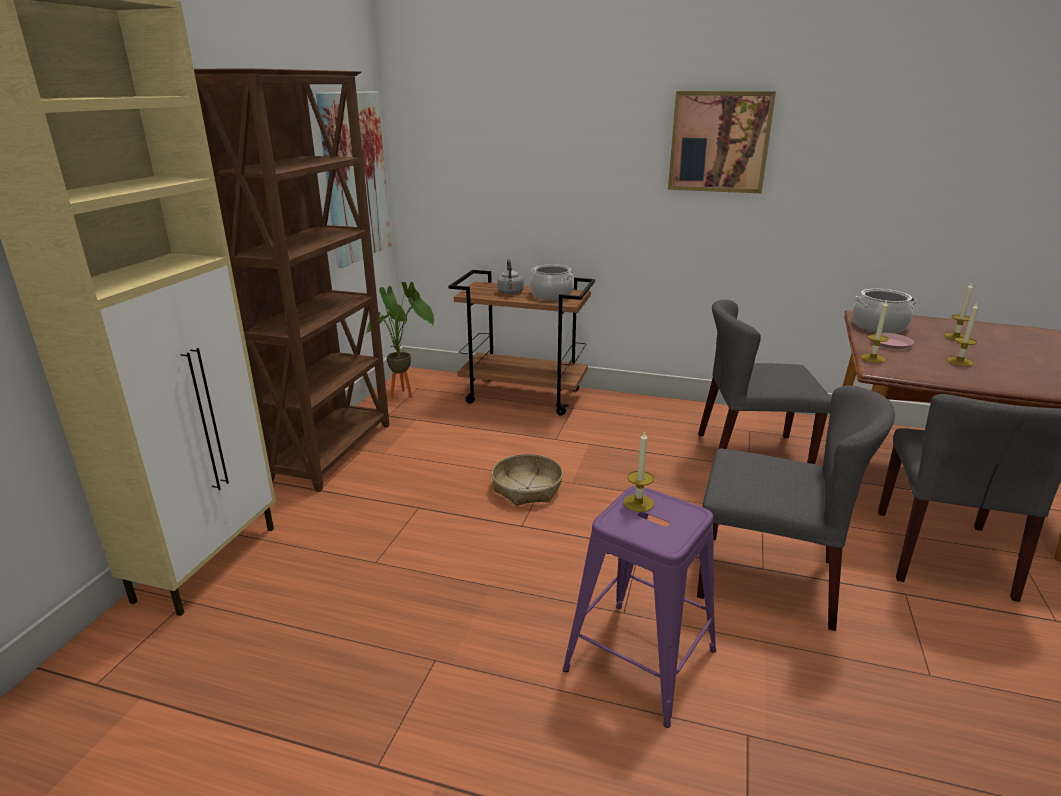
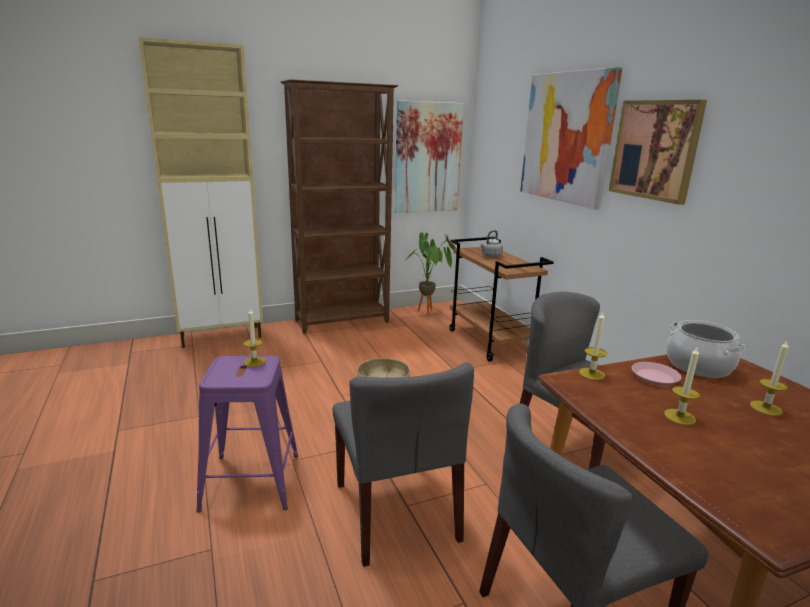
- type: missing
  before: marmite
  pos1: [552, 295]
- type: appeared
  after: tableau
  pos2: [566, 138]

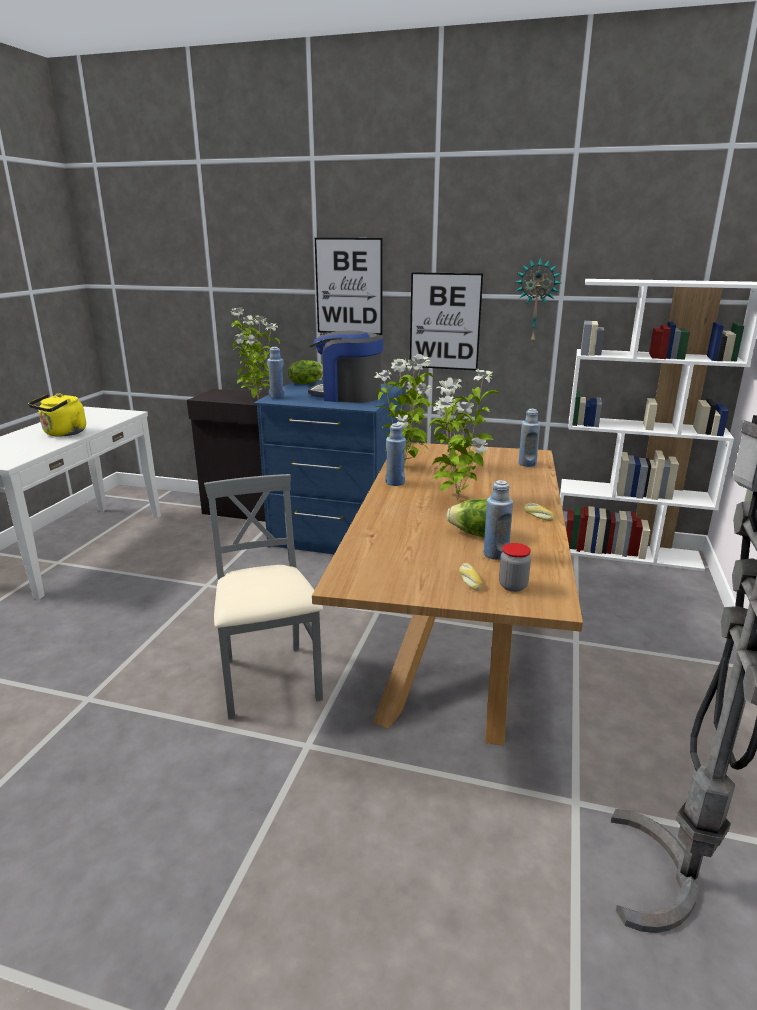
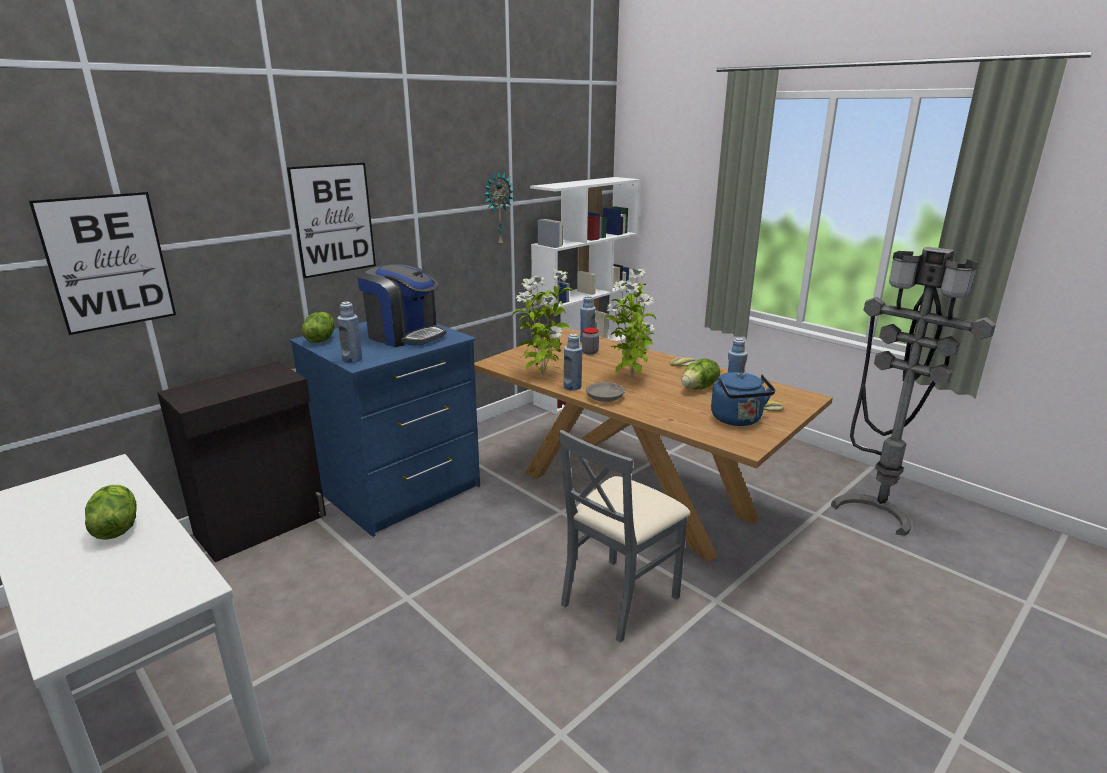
- type: relocated
  before: tableau
  pos1: [445, 321]
  pos2: [108, 262]
- type: missing
  before: plante en pot
  pos1: [257, 399]
- type: spun
  before: machine à café
  pos1: [347, 395]
  pos2: [405, 335]
  turn: -105
- type: exchanged
  before: bouilloire [jaune]
  after: laitue
  pos1: [63, 433]
  pos2: [116, 528]
- type: spun
  before: chaise [gris]
  pos1: [270, 681]
  pos2: [619, 598]
  turn: -60
- type: relocated
  before: bocal
  pos1: [513, 586]
  pos2: [590, 352]
- type: appeared
  after: bouilloire [bleu]
  pos2: [738, 420]
- type: appeared
  after: bol [gris]
  pos2: [605, 397]

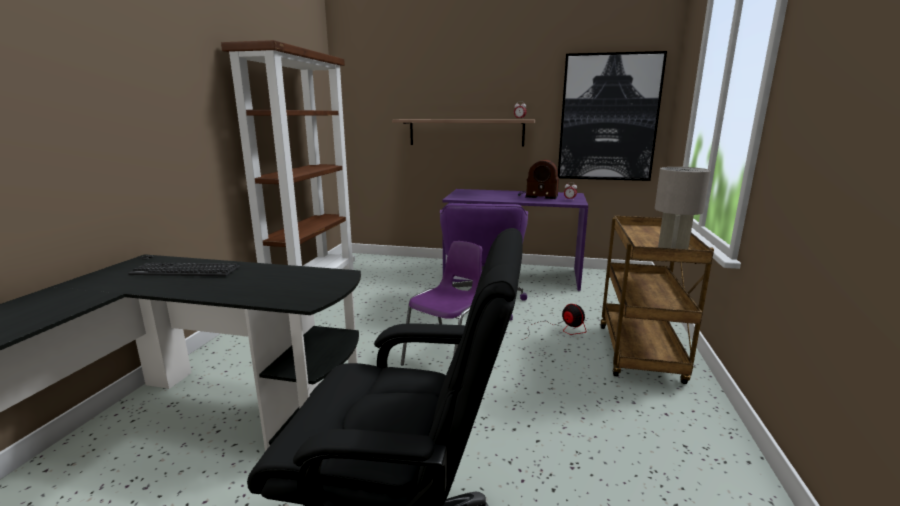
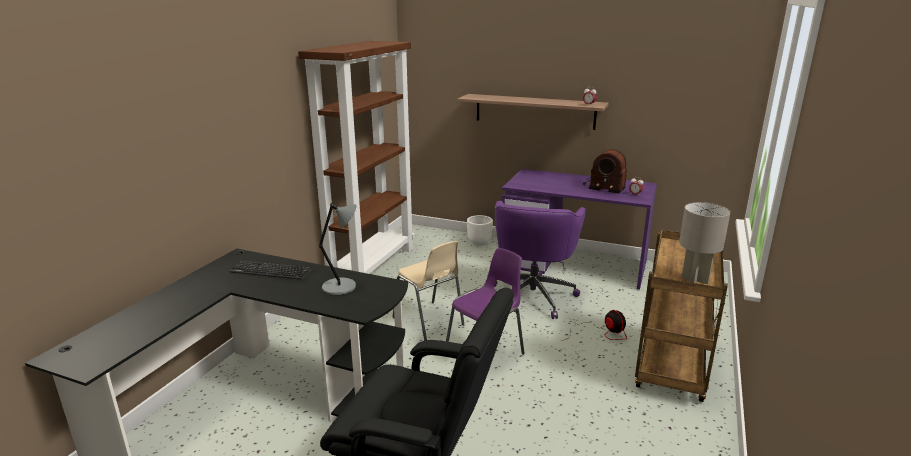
- type: missing
  before: tableau
  pos1: [608, 118]
- type: appeared
  after: lampe de table [gris]
  pos2: [341, 287]
- type: appeared
  after: cache-pot [blanc]
  pos2: [480, 242]
- type: appeared
  after: chaise [beige]
  pos2: [429, 322]

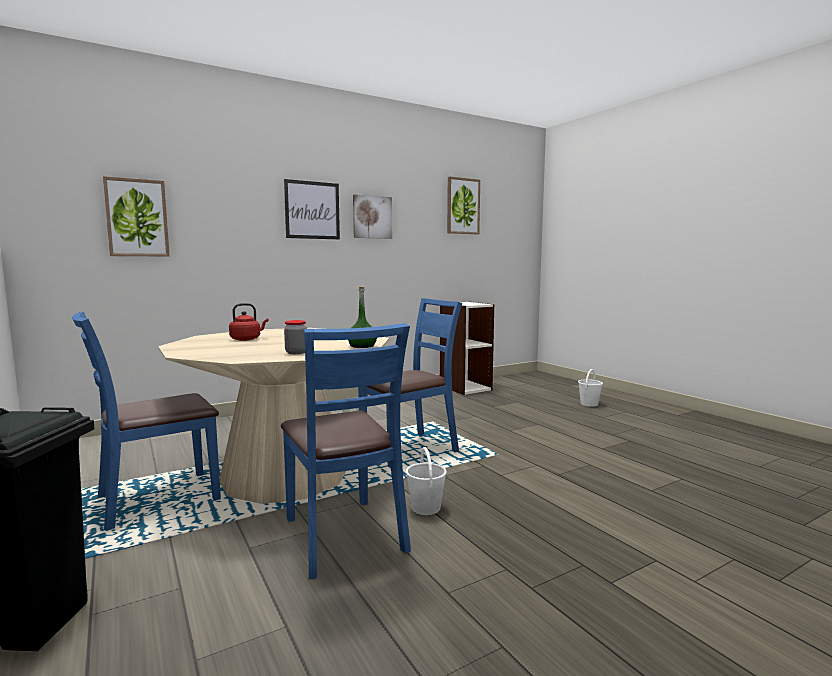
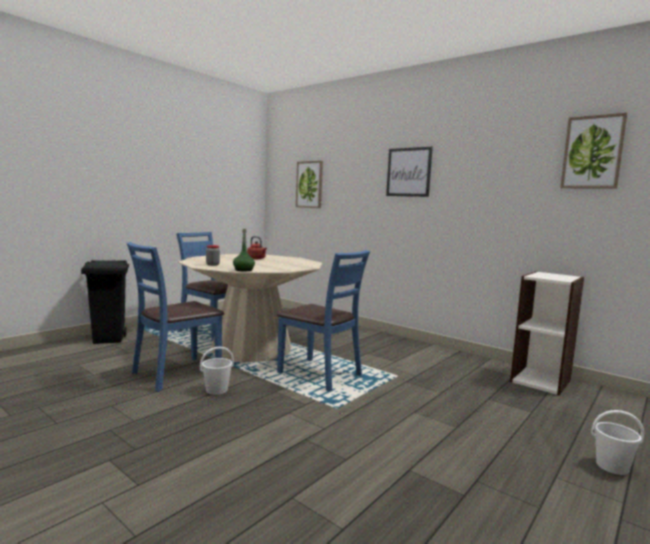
- type: missing
  before: tableau
  pos1: [372, 217]

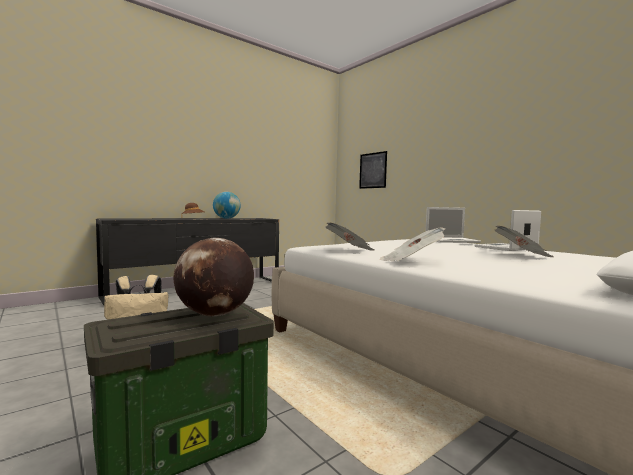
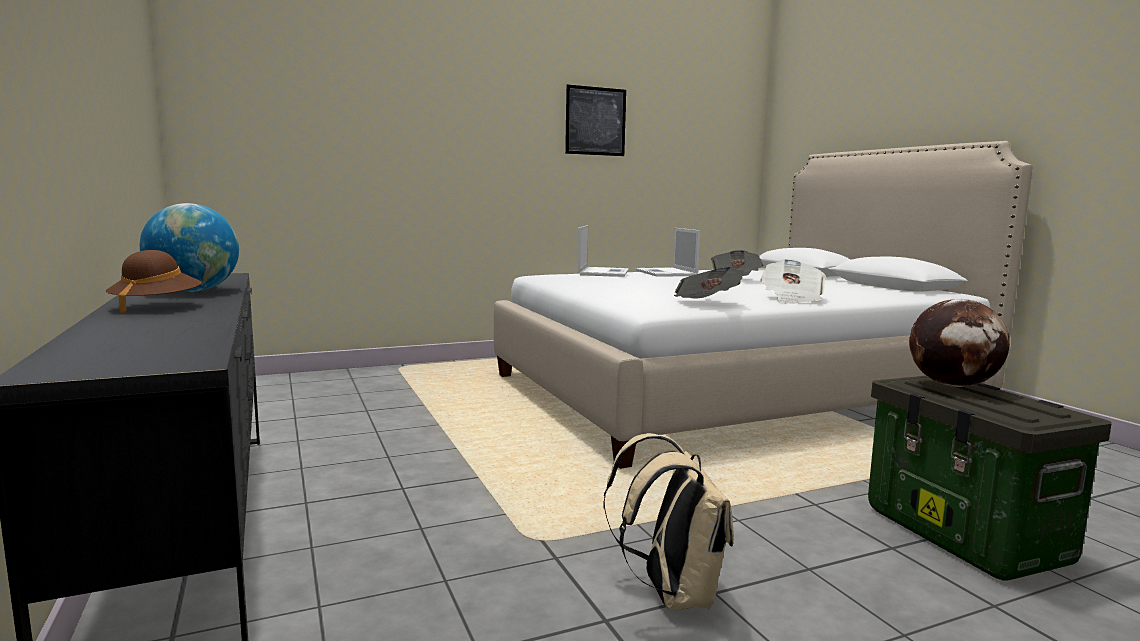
- type: relocated
  before: tableau
  pos1: [373, 170]
  pos2: [595, 121]

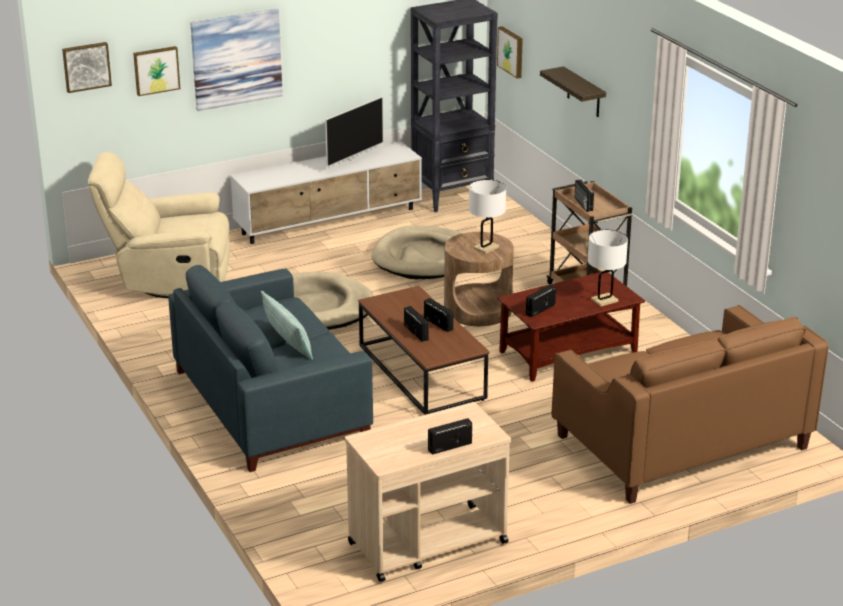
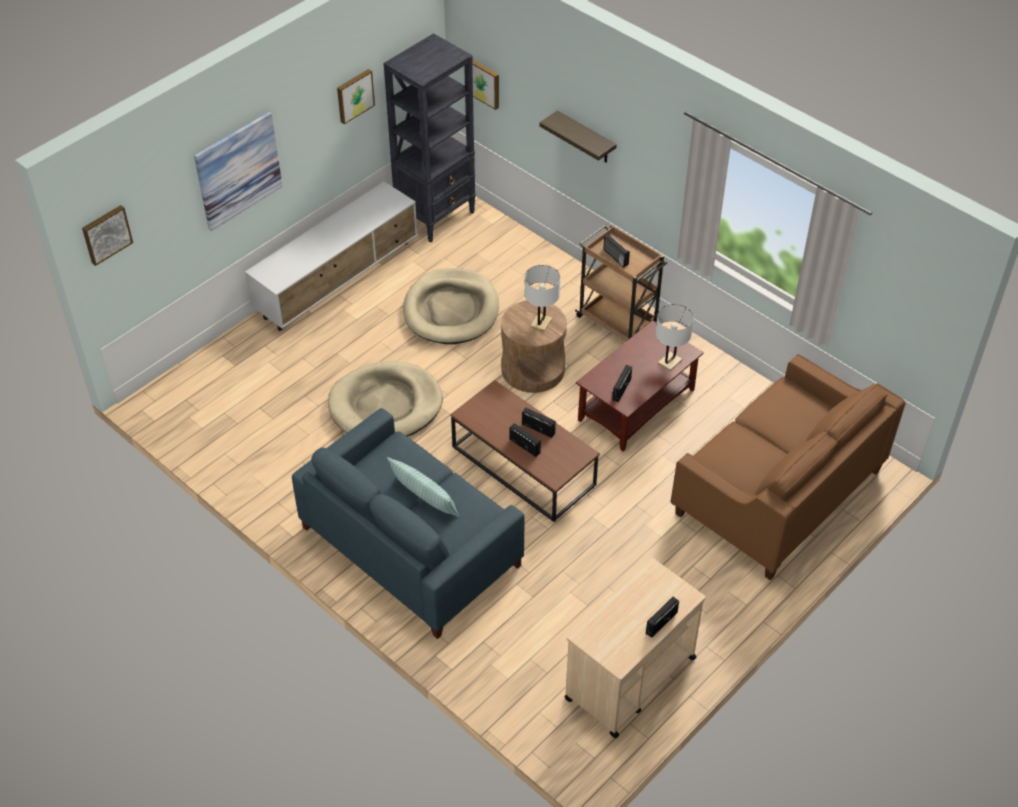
- type: relocated
  before: tableau
  pos1: [156, 70]
  pos2: [354, 95]
- type: missing
  before: téléviseur
  pos1: [352, 160]
- type: missing
  before: fauteuil [beige]
  pos1: [168, 279]

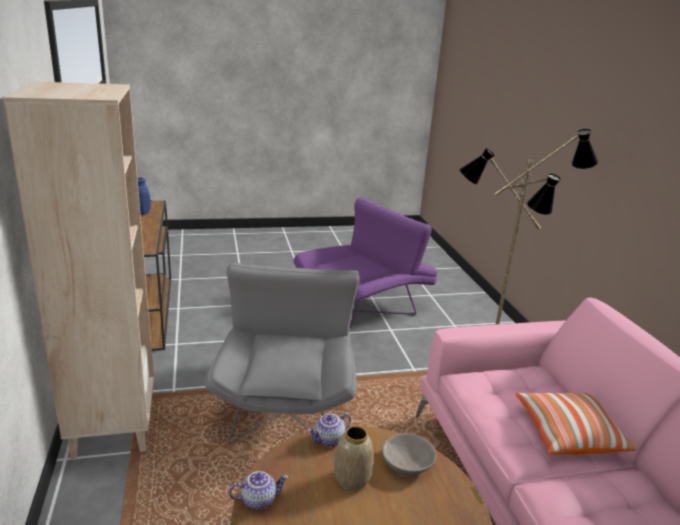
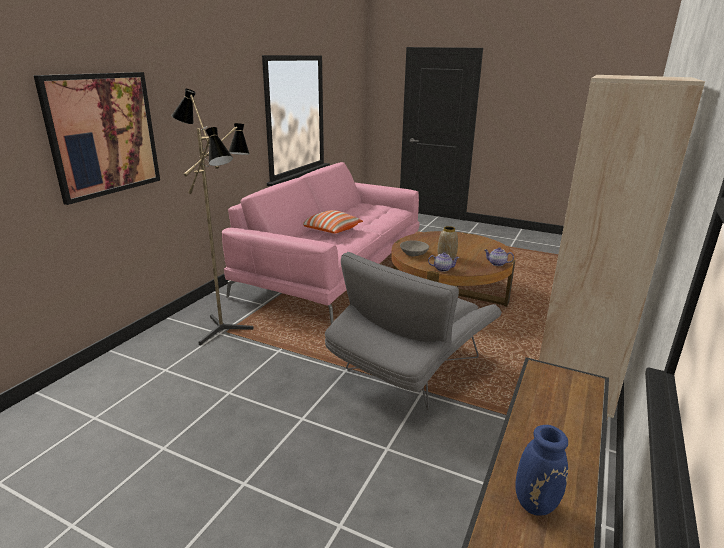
- type: missing
  before: fauteuil [violet]
  pos1: [364, 308]
- type: appeared
  after: tableau
  pos2: [103, 134]

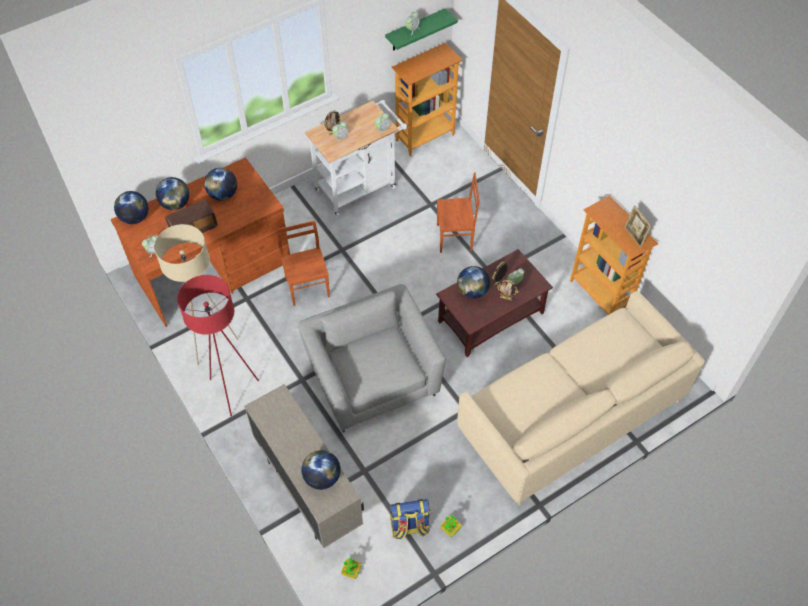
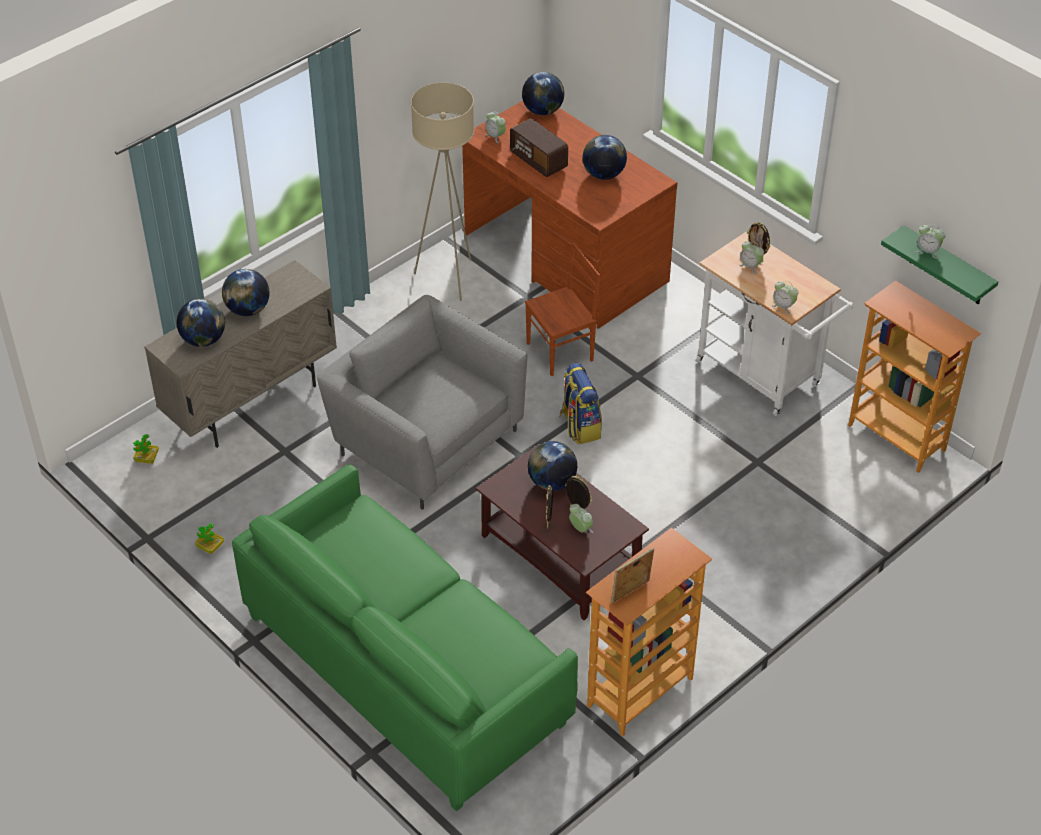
- type: missing
  before: chaise [marron]
  pos1: [455, 238]
- type: relocated
  before: globe
  pos1: [175, 204]
  pos2: [248, 310]
- type: missing
  before: lampadaire [rouge]
  pos1: [232, 391]
- type: spun
  before: fauteuil [gris]
  pos1: [372, 379]
  pos2: [425, 439]
  turn: -105
- type: colour
  before: canapé [beige]
  after: canapé [vert]
  pos1: [571, 414]
  pos2: [405, 667]
- type: relocated
  before: sac à dos
  pos1: [409, 527]
  pos2: [579, 426]

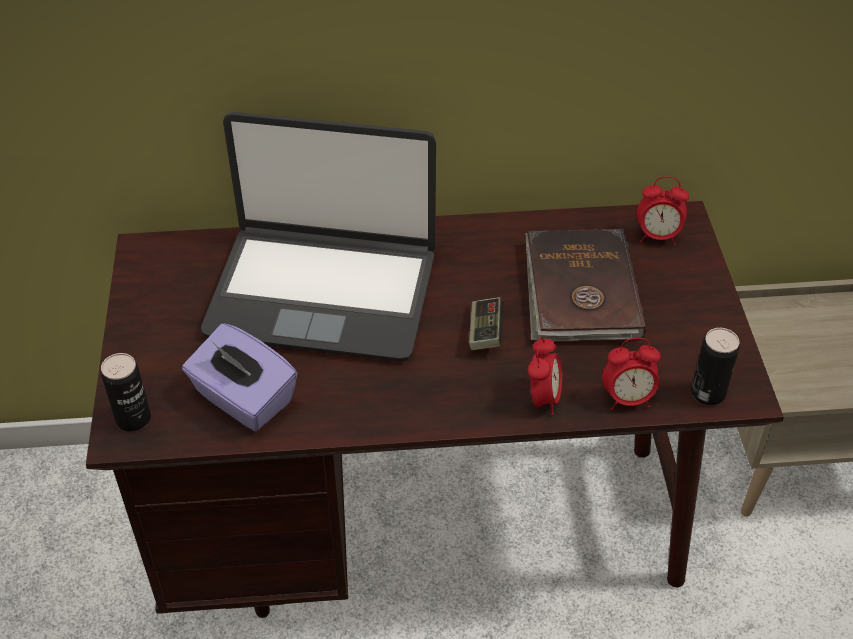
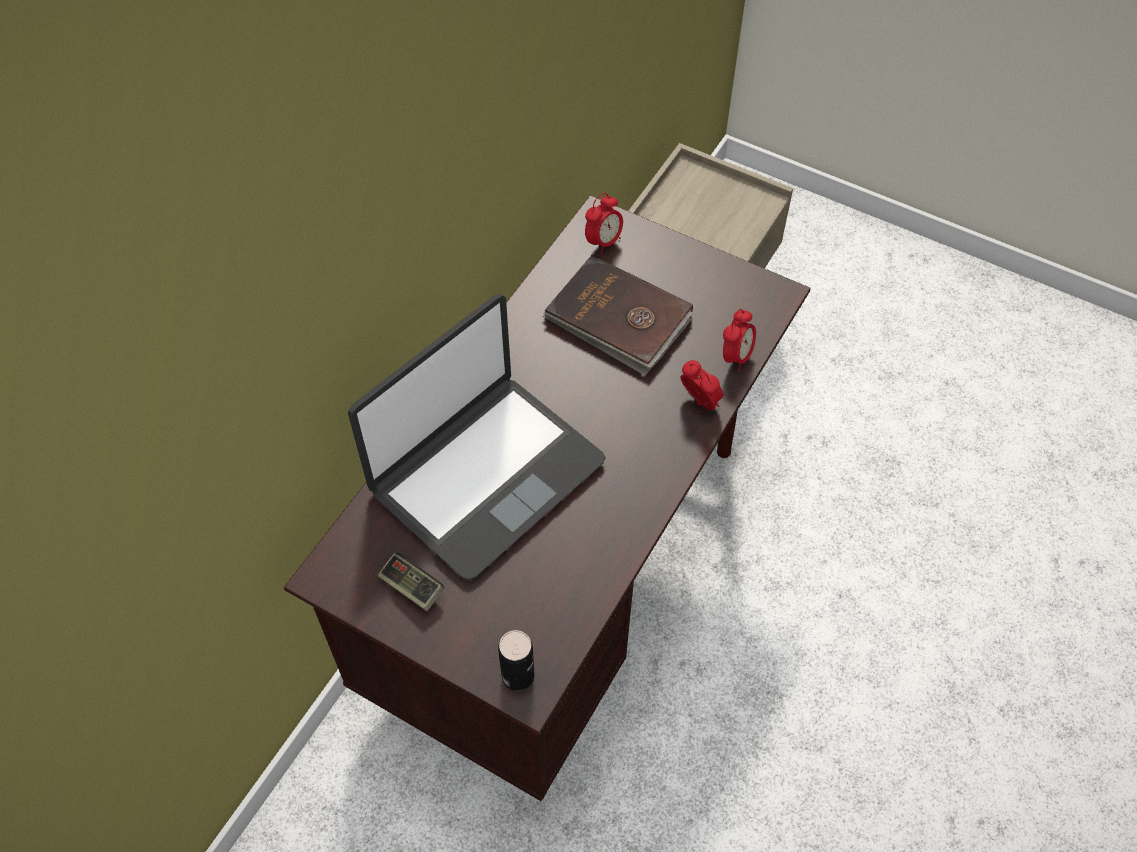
- type: relocated
  before: manette
  pos1: [485, 332]
  pos2: [411, 587]
- type: missing
  before: boîte à mouchoirs [violet]
  pos1: [243, 399]
- type: missing
  before: boîte métallique
  pos1: [707, 393]

